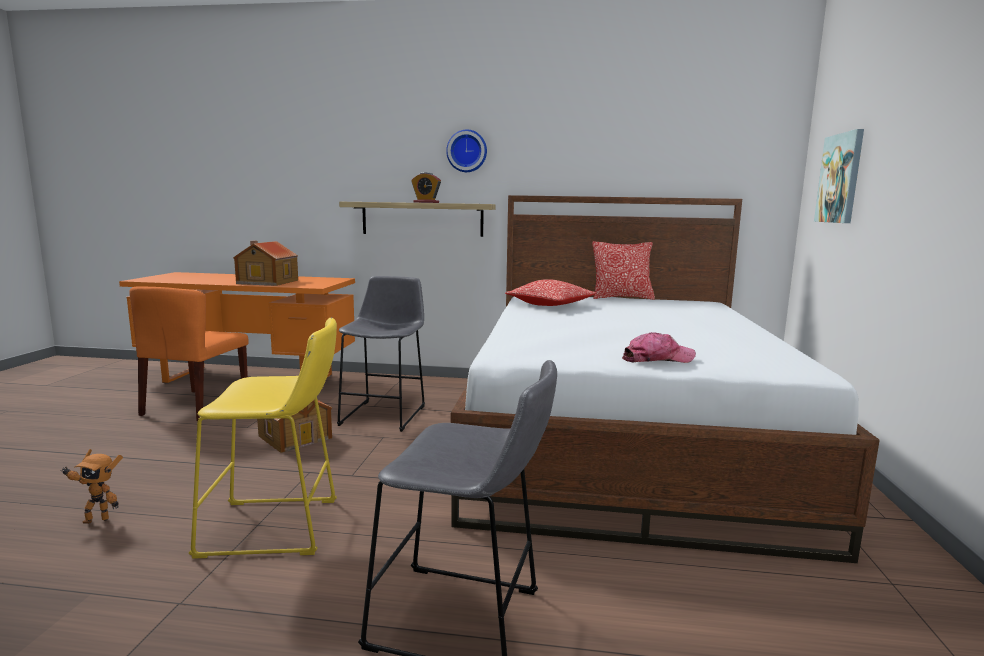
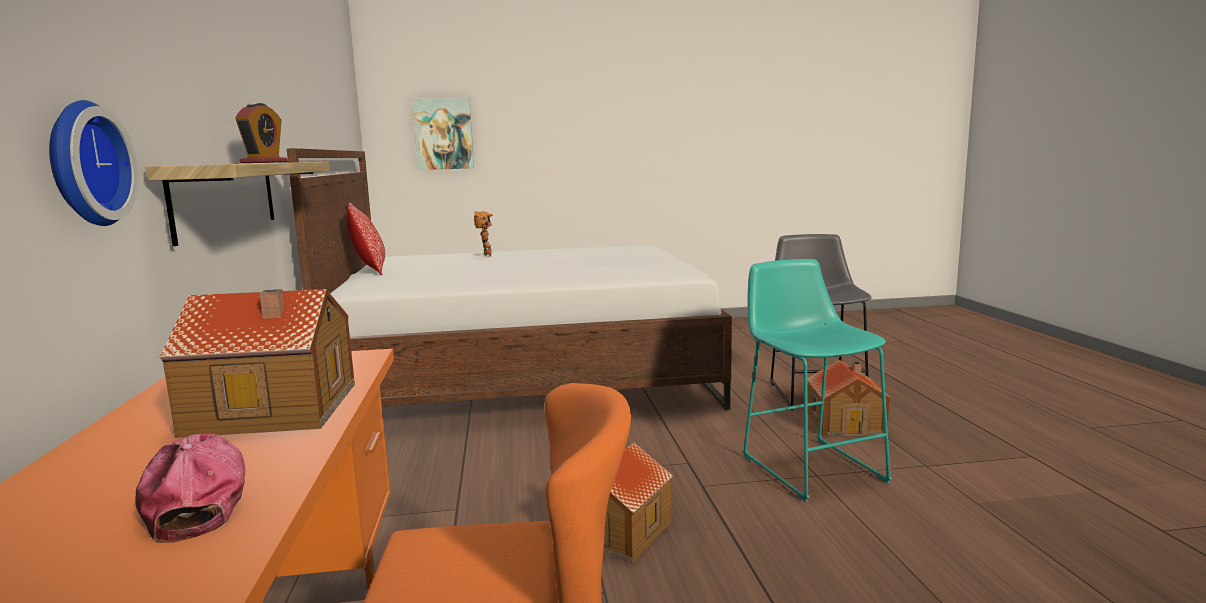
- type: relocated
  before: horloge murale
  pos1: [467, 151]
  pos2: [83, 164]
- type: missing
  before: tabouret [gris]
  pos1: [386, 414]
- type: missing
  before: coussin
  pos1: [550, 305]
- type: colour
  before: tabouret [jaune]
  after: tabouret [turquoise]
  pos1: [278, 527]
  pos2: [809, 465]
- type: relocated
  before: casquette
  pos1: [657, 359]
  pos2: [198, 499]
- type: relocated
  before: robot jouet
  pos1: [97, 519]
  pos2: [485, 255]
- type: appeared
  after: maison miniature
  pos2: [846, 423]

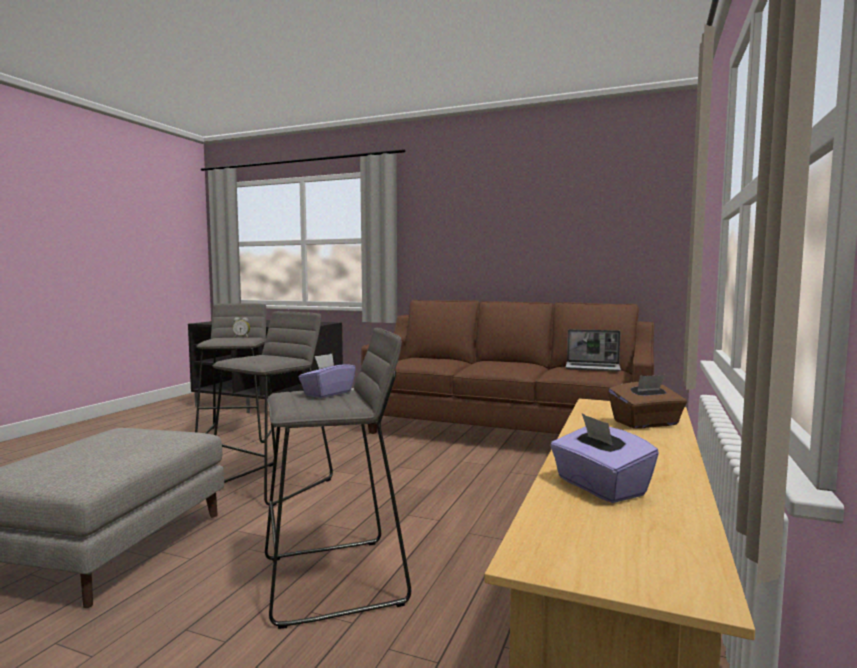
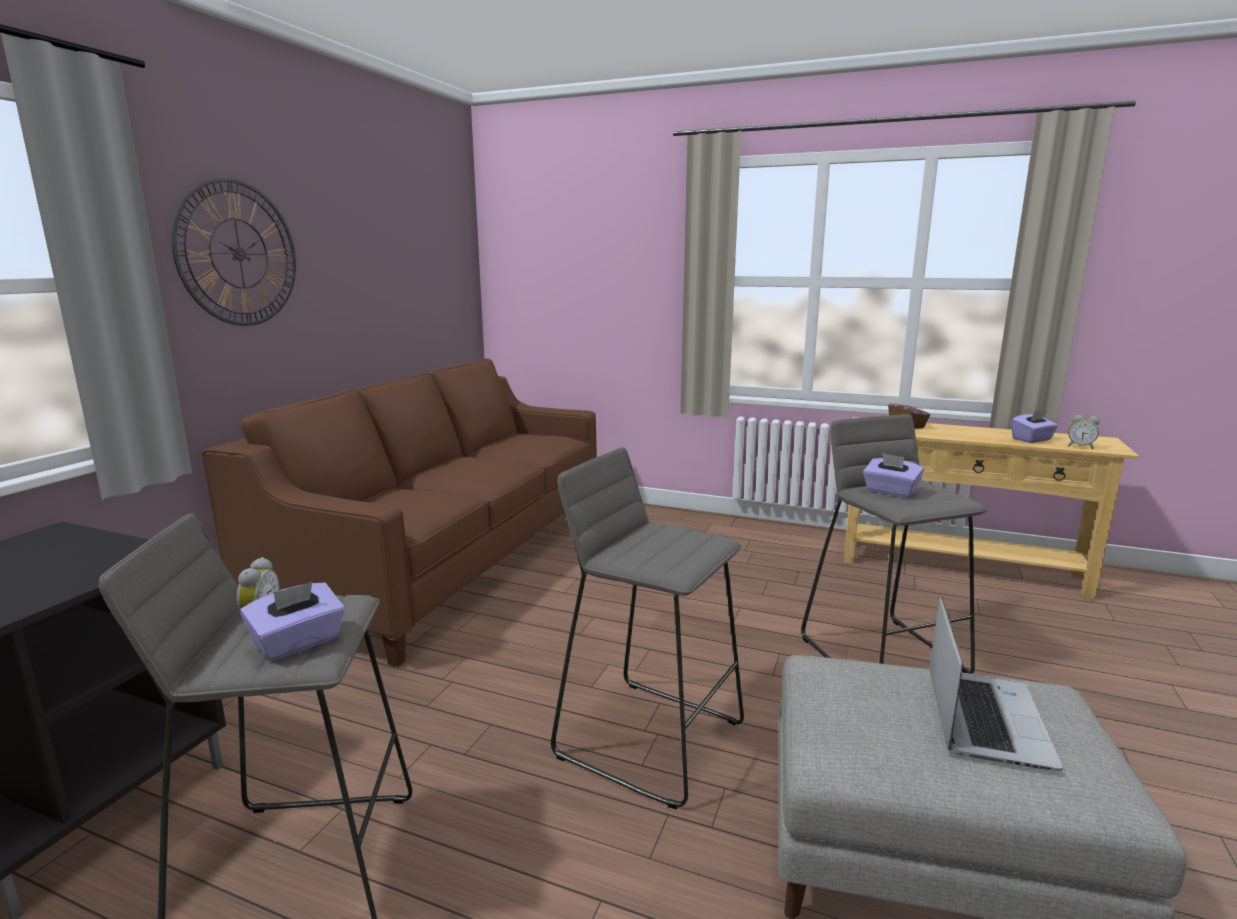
- type: relocated
  before: ordinateur portable
  pos1: [593, 368]
  pos2: [984, 718]
- type: appeared
  after: horloge murale
  pos2: [239, 253]
- type: appeared
  after: réveil
  pos2: [1080, 447]
- type: appeared
  after: boîte à mouchoirs [violet]
  pos2: [298, 643]

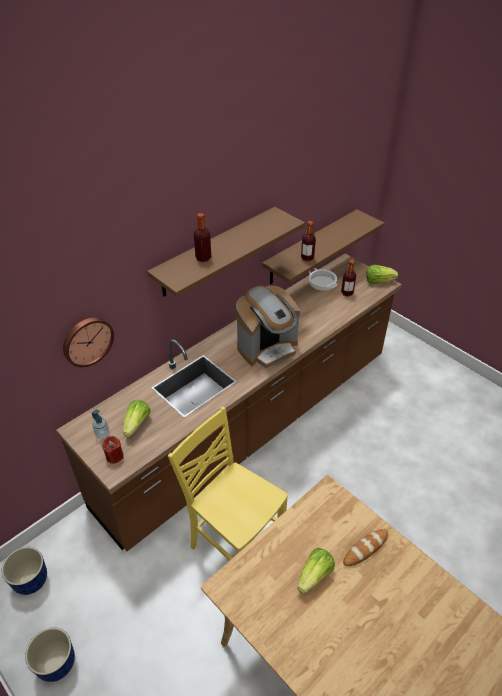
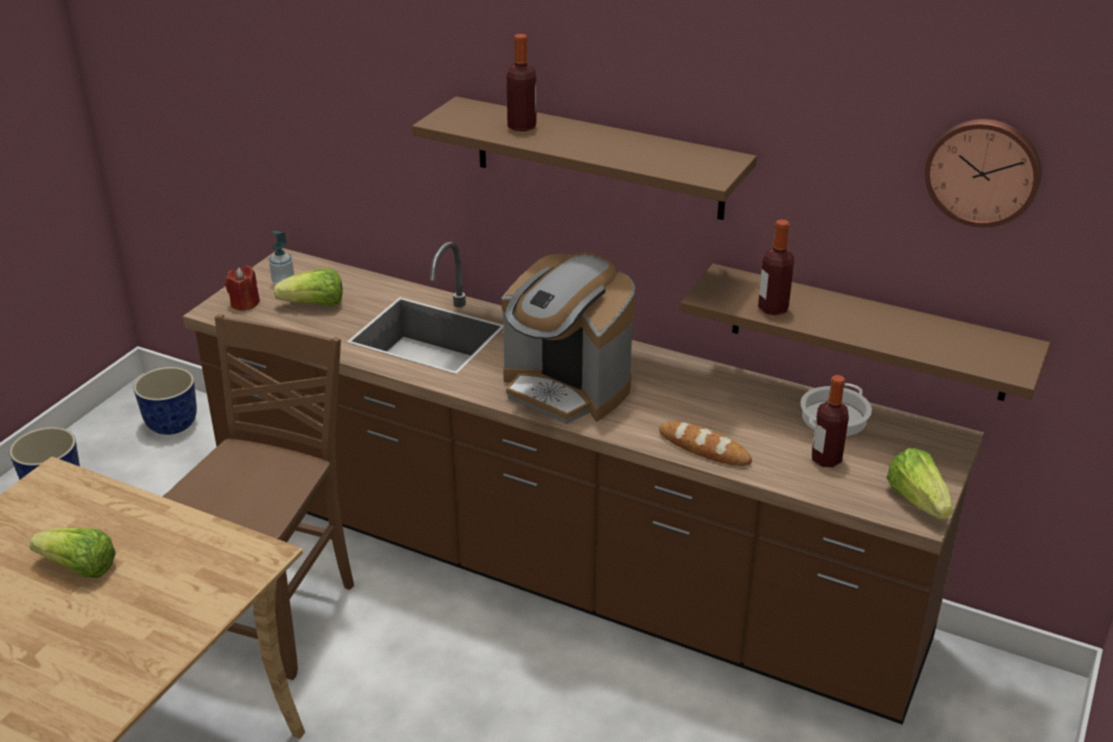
- type: relocated
  before: horloge murale
  pos1: [87, 340]
  pos2: [983, 171]
- type: colour
  before: chaise [jaune]
  after: chaise [marron]
  pos1: [234, 548]
  pos2: [278, 615]
- type: relocated
  before: pain
  pos1: [365, 548]
  pos2: [704, 448]

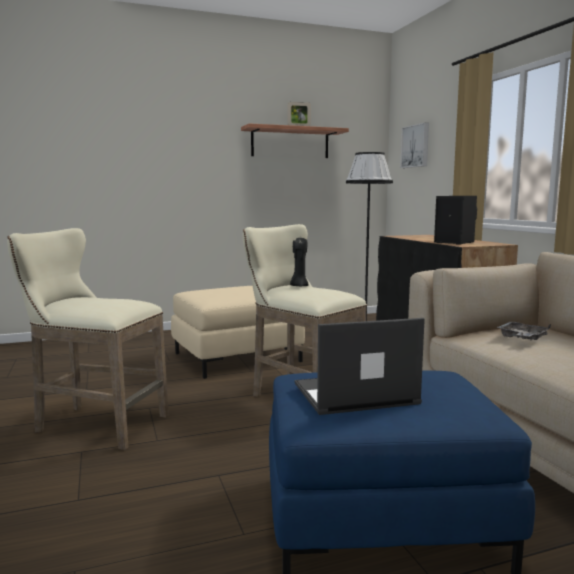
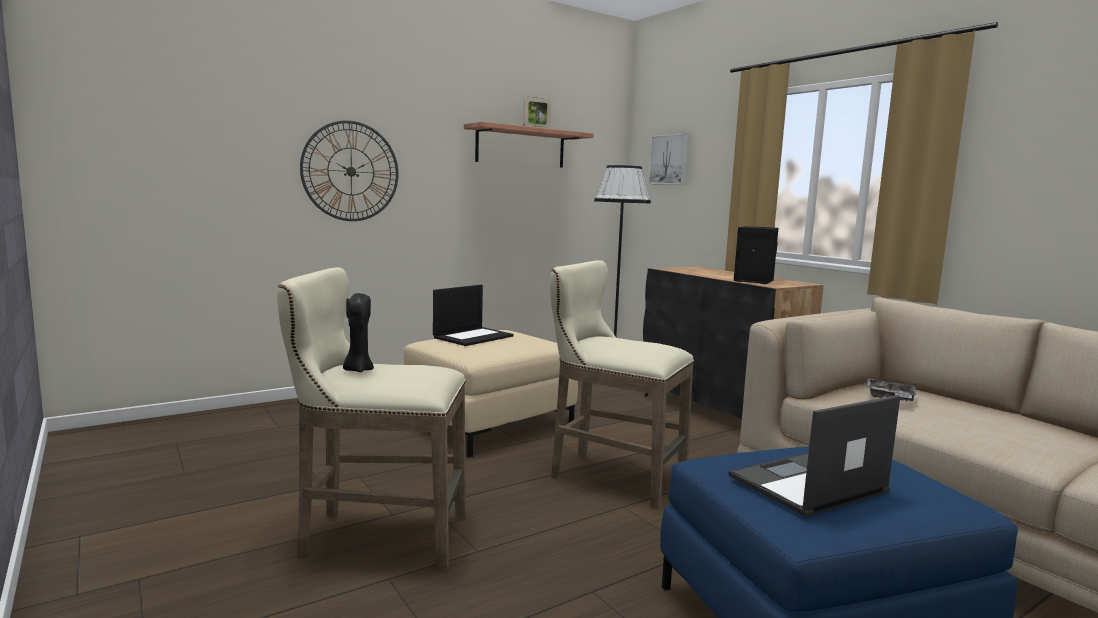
- type: relocated
  before: bougie [noir]
  pos1: [299, 286]
  pos2: [358, 370]
- type: appeared
  after: horloge murale
  pos2: [351, 171]
- type: appeared
  after: ordinateur portable
  pos2: [473, 337]

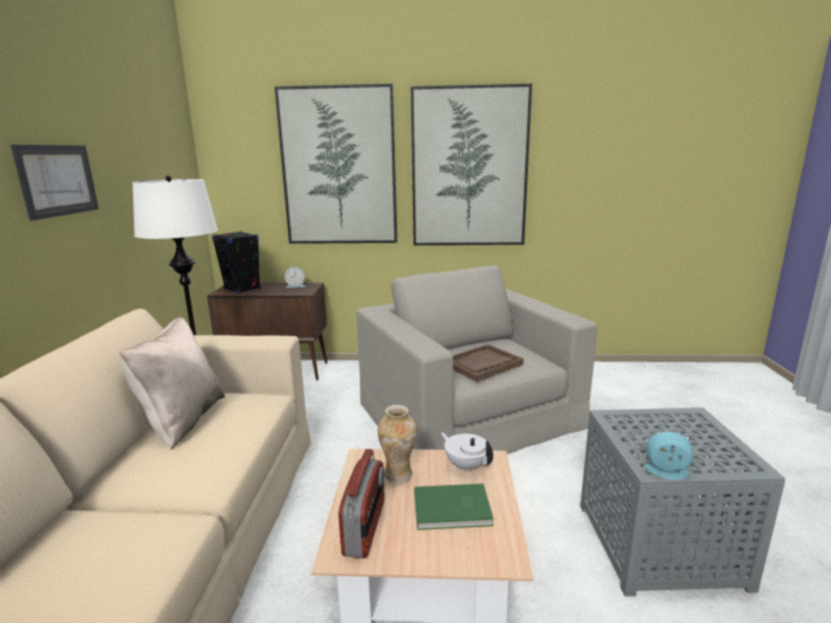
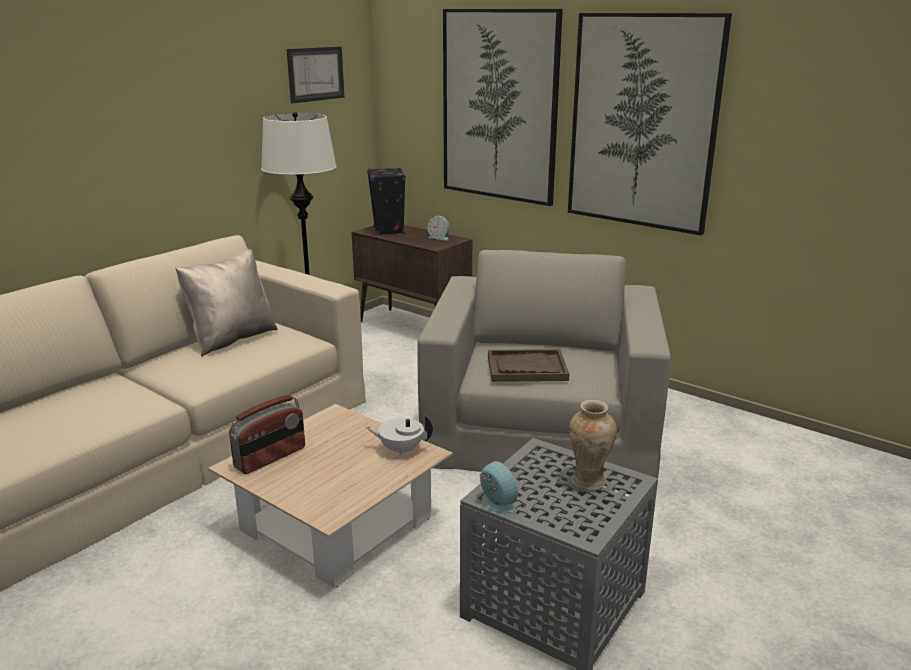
- type: relocated
  before: tableau
  pos1: [57, 180]
  pos2: [315, 74]
- type: relocated
  before: vase
  pos1: [398, 475]
  pos2: [588, 482]
- type: spun
  before: théière [blanc]
  pos1: [466, 465]
  pos2: [401, 449]
  turn: -75
- type: missing
  before: livre [vert]
  pos1: [453, 510]

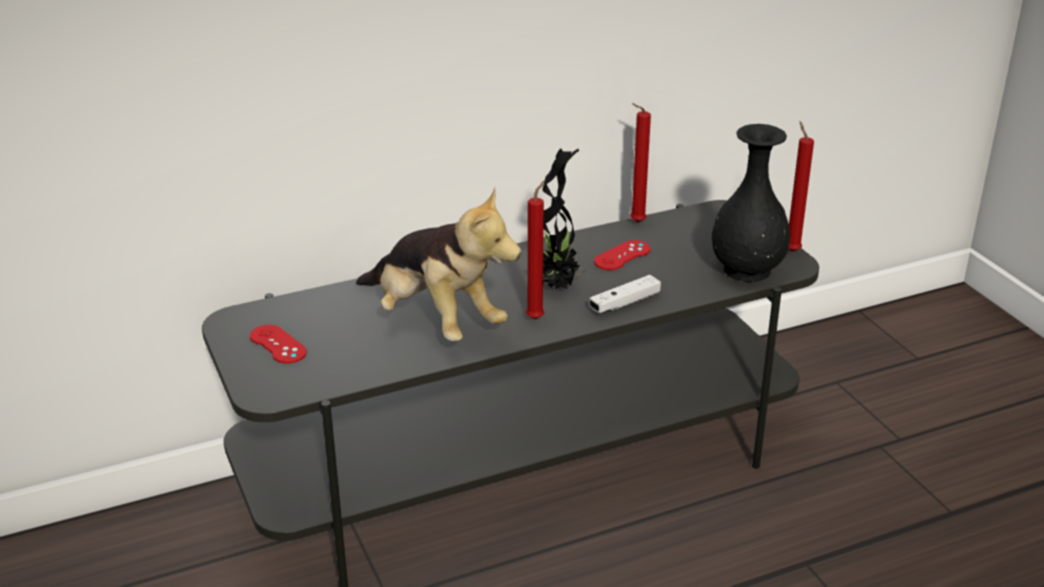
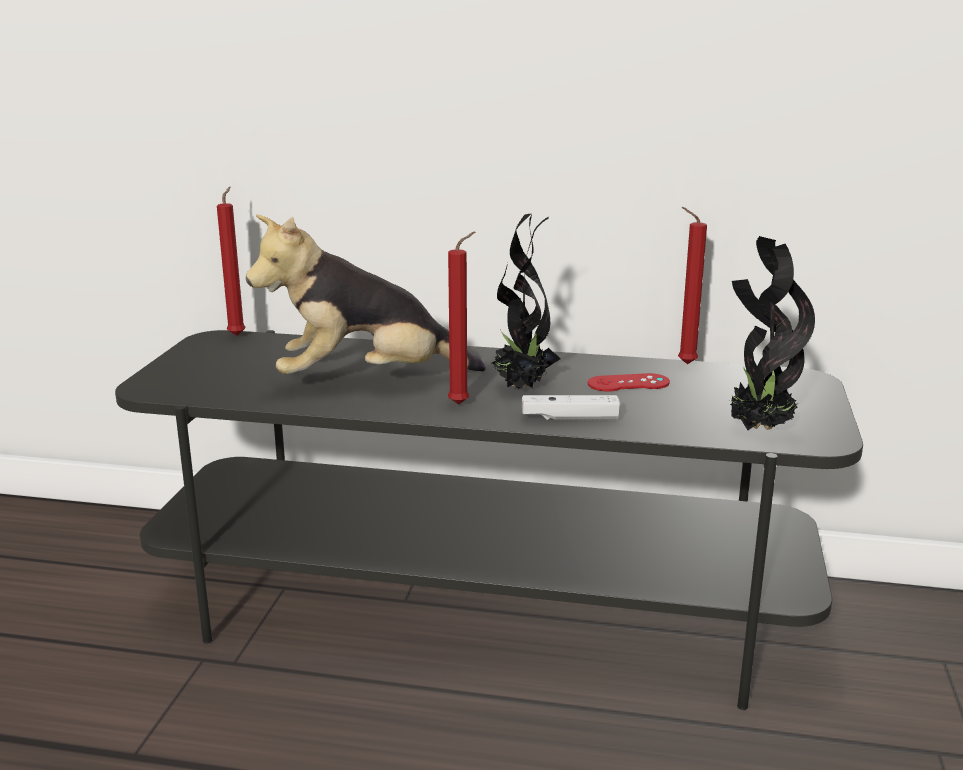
- type: relocated
  before: bougie [rouge]
  pos1: [791, 250]
  pos2: [238, 334]
- type: exchanged
  before: vase [noir]
  after: plante en pot
  pos1: [748, 270]
  pos2: [757, 429]
- type: spun
  before: peluche
  pos1: [435, 321]
  pos2: [366, 381]
  turn: 90
- type: missing
  before: manette [rouge]
  pos1: [278, 344]

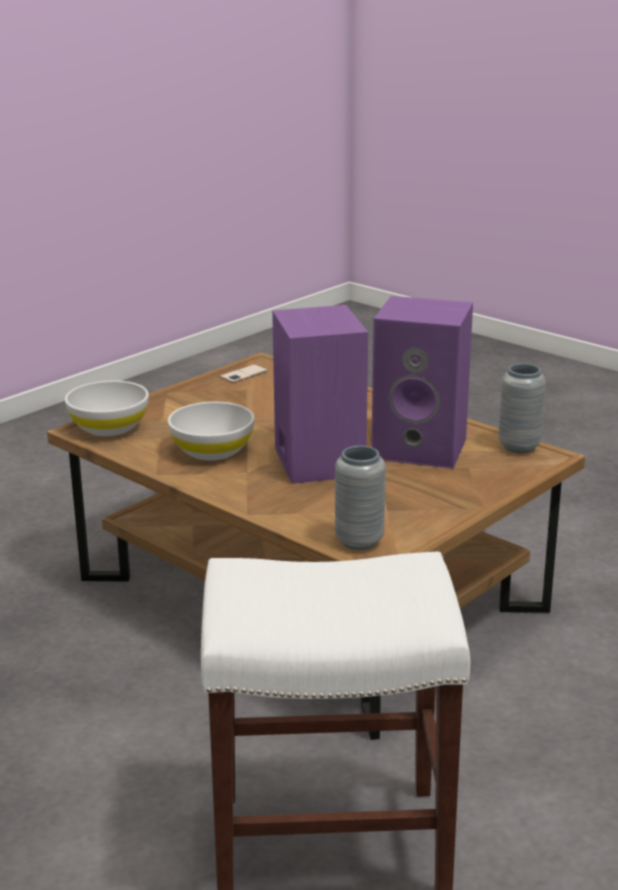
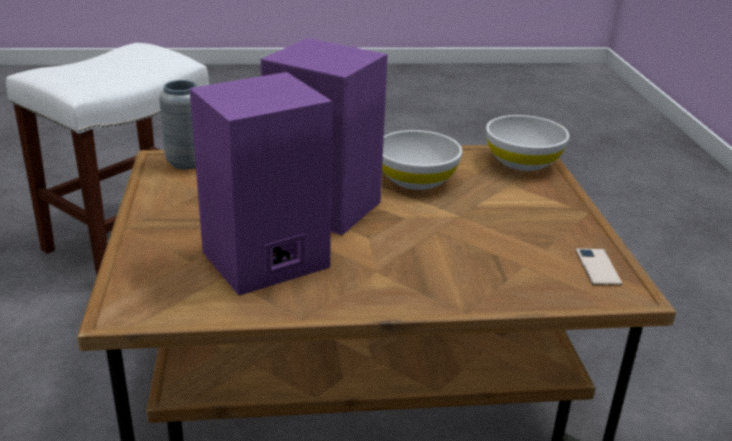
- type: missing
  before: vase [gris]
  pos1: [519, 446]

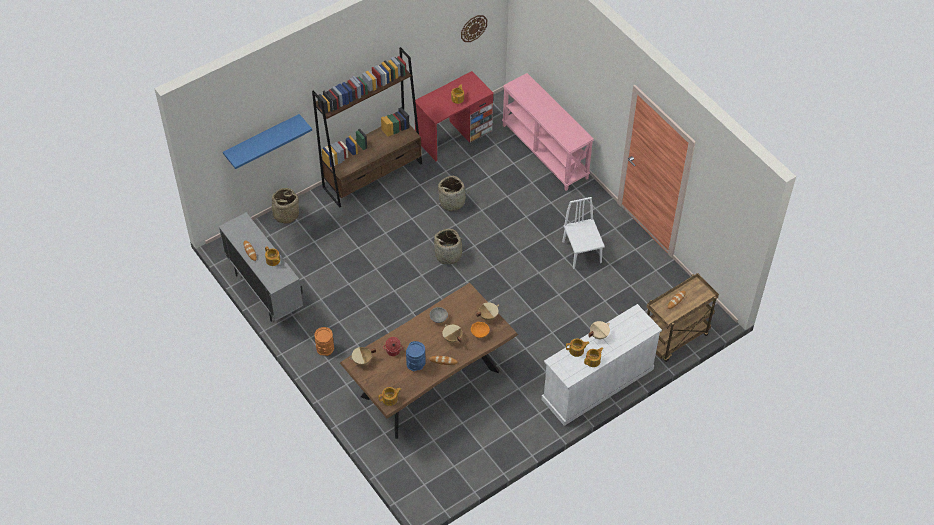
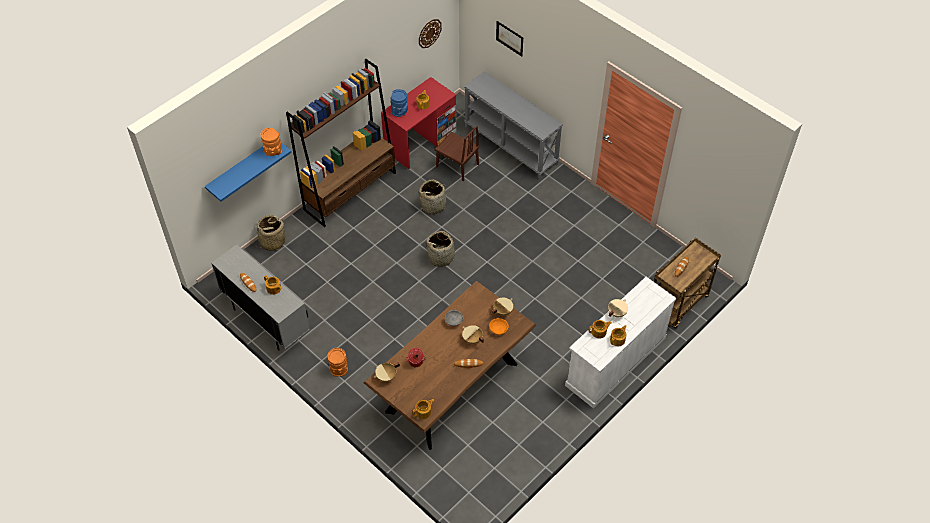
- type: colour
  before: table console [rose]
  after: table console [gris]
  pos1: [545, 151]
  pos2: [511, 145]
- type: missing
  before: chaise [blanc]
  pos1: [582, 252]
- type: relocated
  before: vase [bleu]
  pos1: [416, 364]
  pos2: [399, 111]
- type: appeared
  after: tableau
  pos2: [509, 38]
- type: appeared
  after: chaise [marron]
  pos2: [457, 165]
- type: appeared
  after: vase [orange]
  pos2: [273, 151]

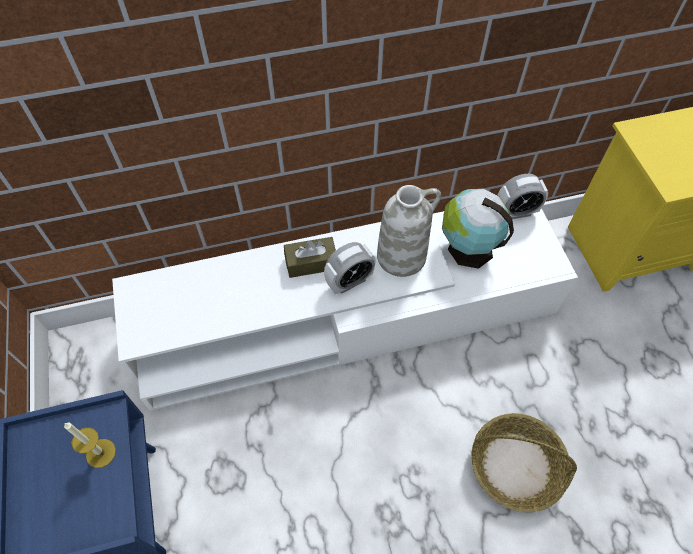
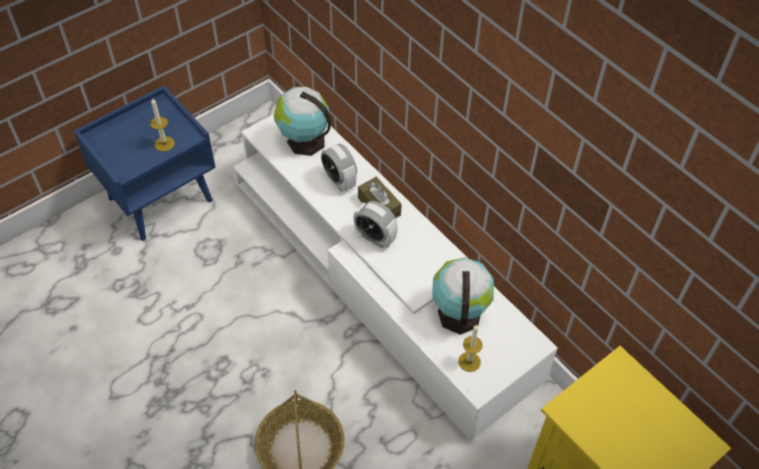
- type: relocated
  before: réveil
  pos1: [515, 212]
  pos2: [339, 180]
- type: missing
  before: vase [blanc]
  pos1: [402, 256]
- type: appeared
  after: globe
  pos2: [304, 141]
- type: appeared
  after: bougie
  pos2: [469, 361]

